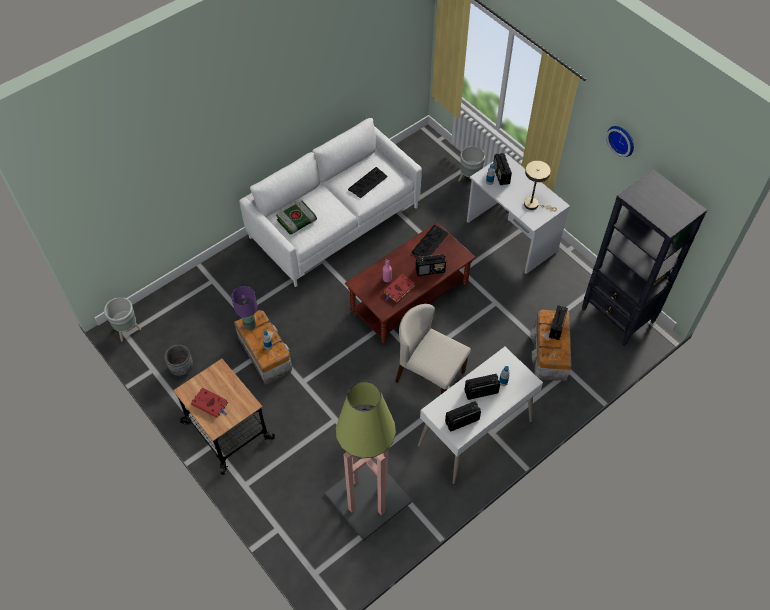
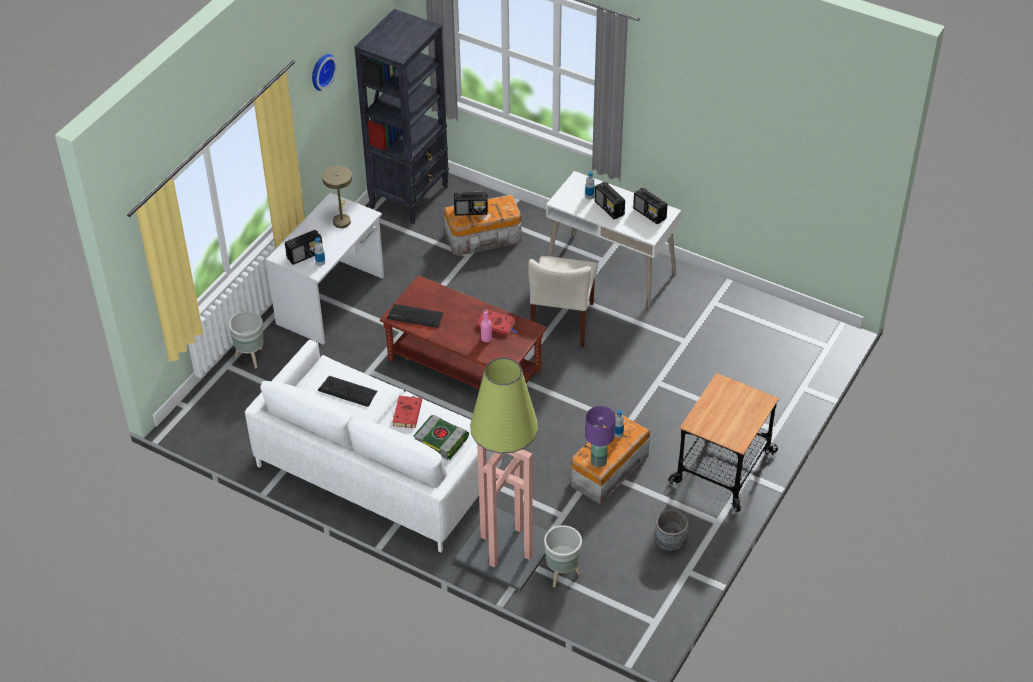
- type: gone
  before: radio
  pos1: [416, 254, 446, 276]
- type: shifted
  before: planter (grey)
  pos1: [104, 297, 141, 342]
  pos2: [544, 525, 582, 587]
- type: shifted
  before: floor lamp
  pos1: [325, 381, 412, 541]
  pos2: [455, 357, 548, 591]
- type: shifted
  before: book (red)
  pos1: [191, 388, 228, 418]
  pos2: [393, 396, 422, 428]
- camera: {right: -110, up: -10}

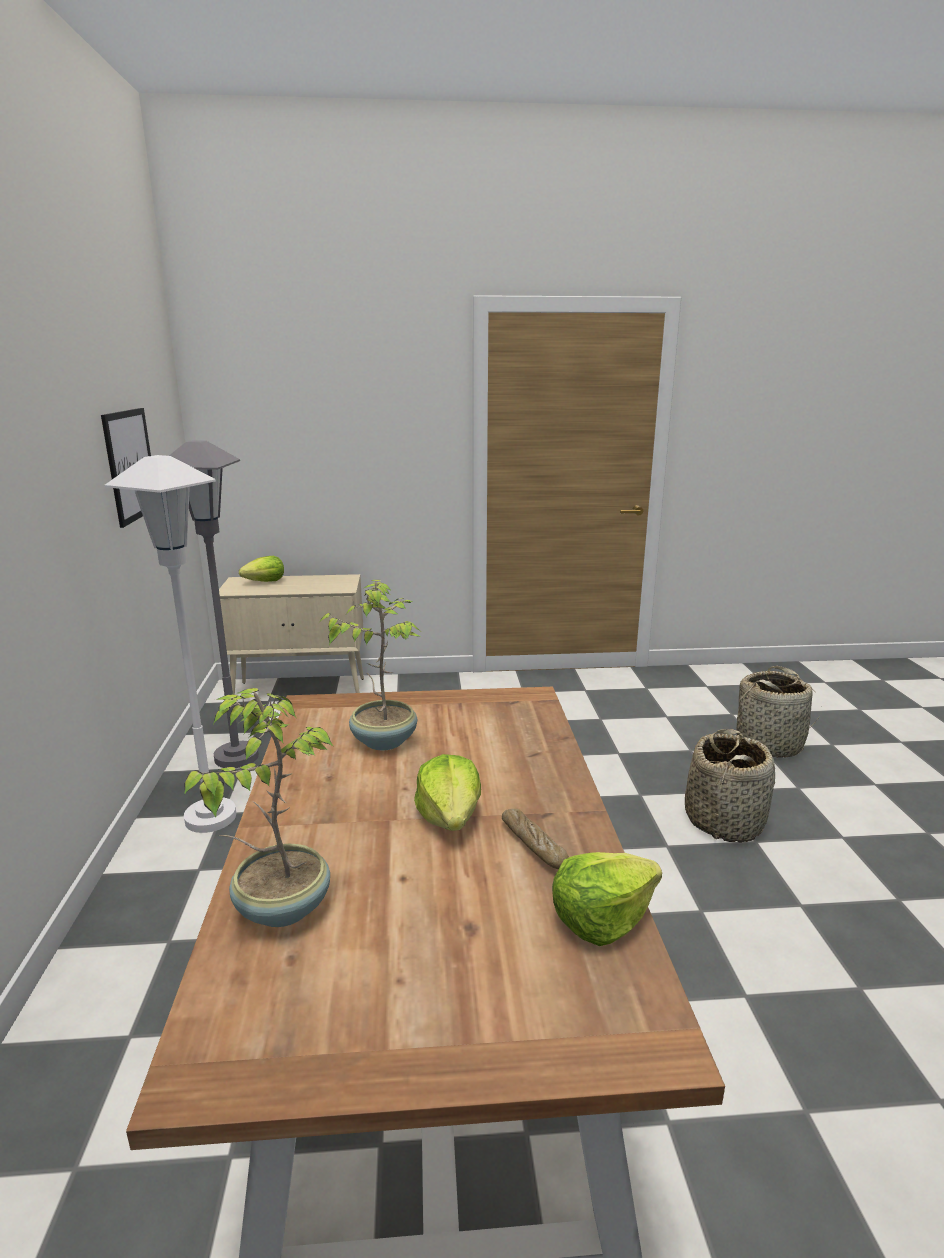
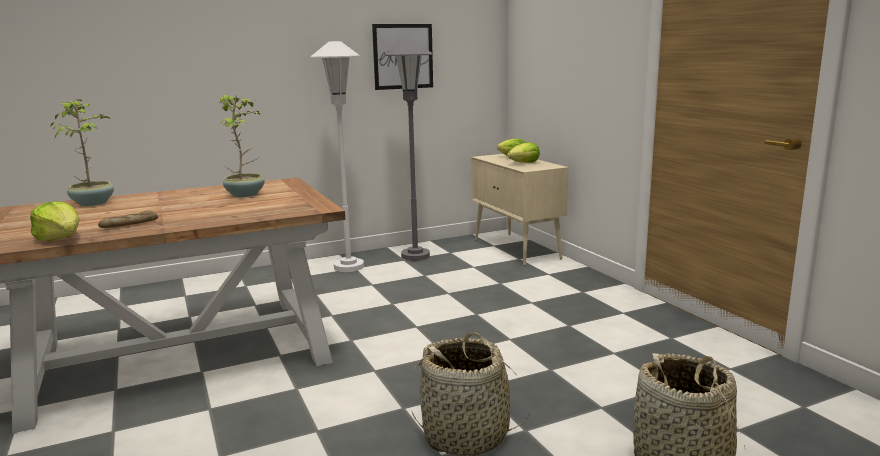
- type: shifted
  before: lettuce
  pos1: [414, 754, 481, 831]
  pos2: [507, 142, 540, 163]
- camera: {right: 70, up: -5}

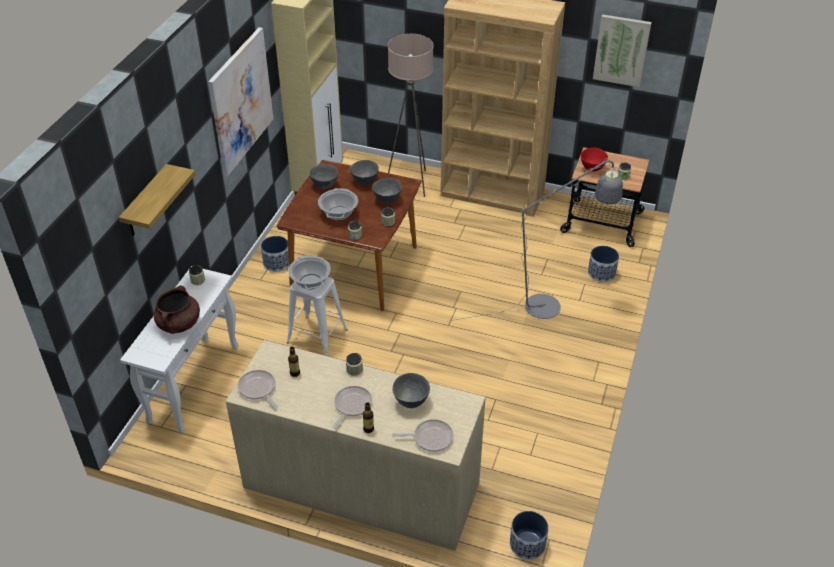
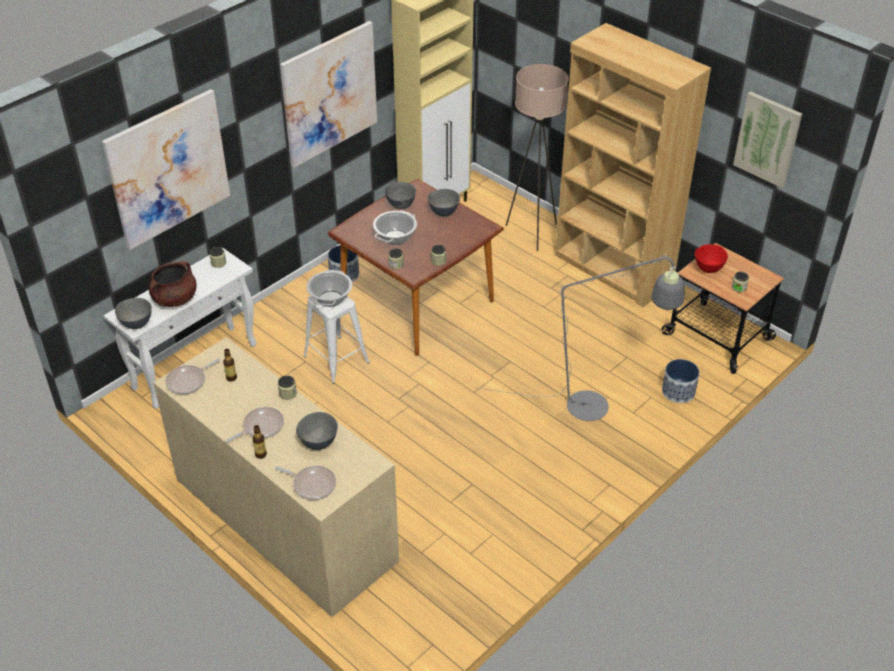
- type: swapped
  before: shelf
  after: picture
  pos1: [119, 164, 196, 236]
  pos2: [102, 89, 230, 250]
- type: shifted
  before: bowl (grey)
  pos1: [372, 178, 402, 203]
  pos2: [115, 298, 152, 329]
- type: rotated
  before: frying pan
  pos1: [238, 370, 278, 408]
  pos2: [165, 358, 220, 394]
  turn: -120
- type: gone
  before: planter
  pos1: [510, 511, 549, 560]
- camera: {right: 25, up: 0}

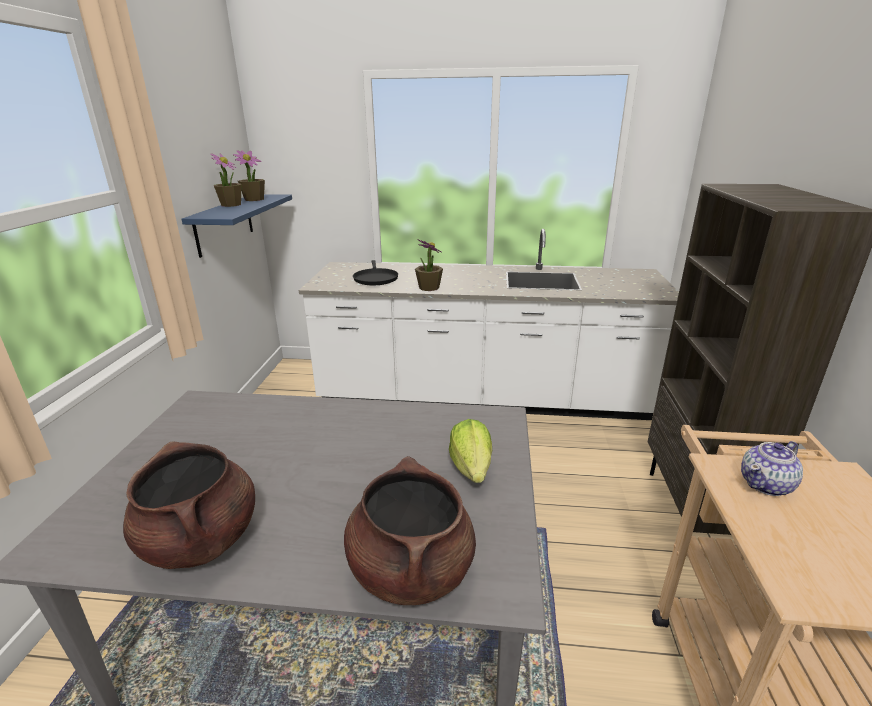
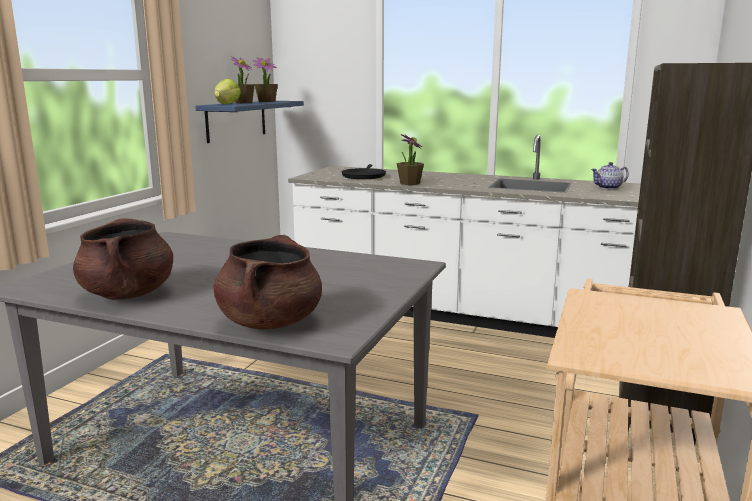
- type: shifted
  before: lettuce
  pos1: [449, 419, 492, 483]
  pos2: [214, 79, 241, 104]
- type: shifted
  before: teapot
  pos1: [741, 441, 803, 496]
  pos2: [591, 162, 629, 189]
- camera: {right: 15, up: -10}

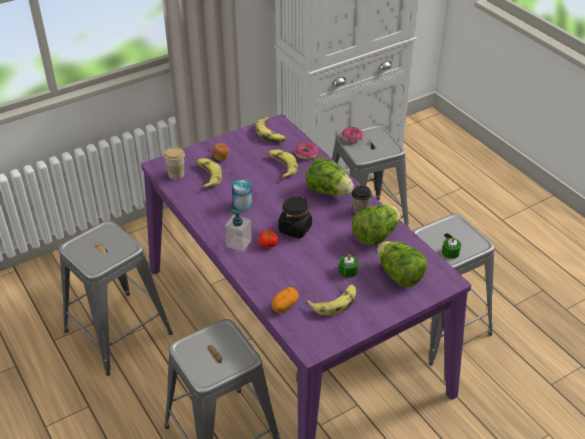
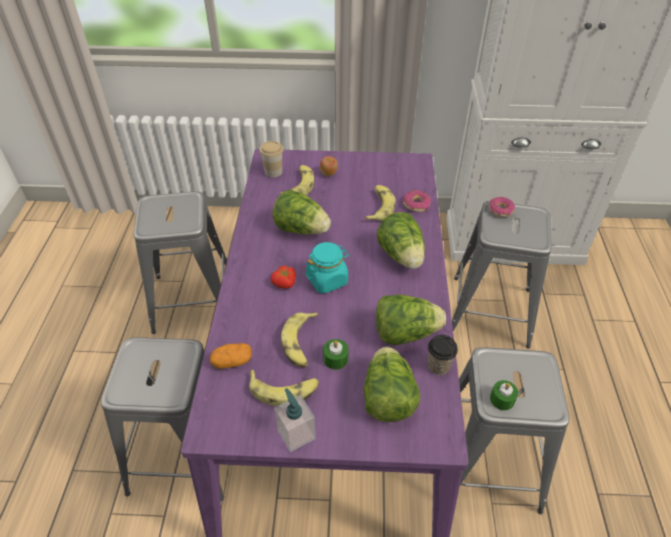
- type: shifted
  before: banana
  pos1: [256, 117, 286, 143]
  pos2: [281, 312, 318, 367]
- type: swapped
  before: can
  after: lettuce
  pos1: [232, 179, 252, 211]
  pos2: [272, 190, 331, 234]
- type: shifted
  before: cup
  pos1: [351, 185, 372, 214]
  pos2: [428, 335, 458, 375]
- type: repainted
  before: jar (black)
  after: jar (turquoise)
  pos1: [278, 197, 312, 238]
  pos2: [305, 242, 349, 294]
- type: shifted
  before: soap dispenser
  pos1: [225, 208, 252, 252]
  pos2: [274, 388, 316, 452]
- camera: {right: 35, up: 5}

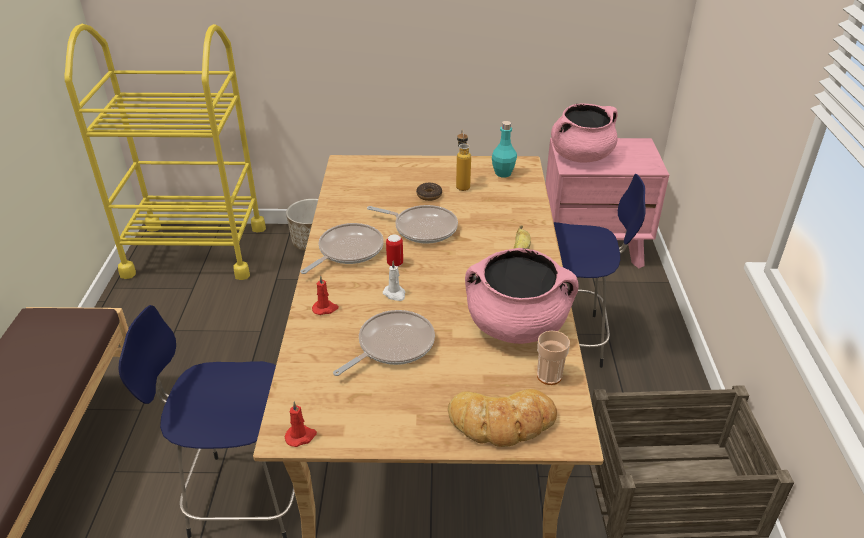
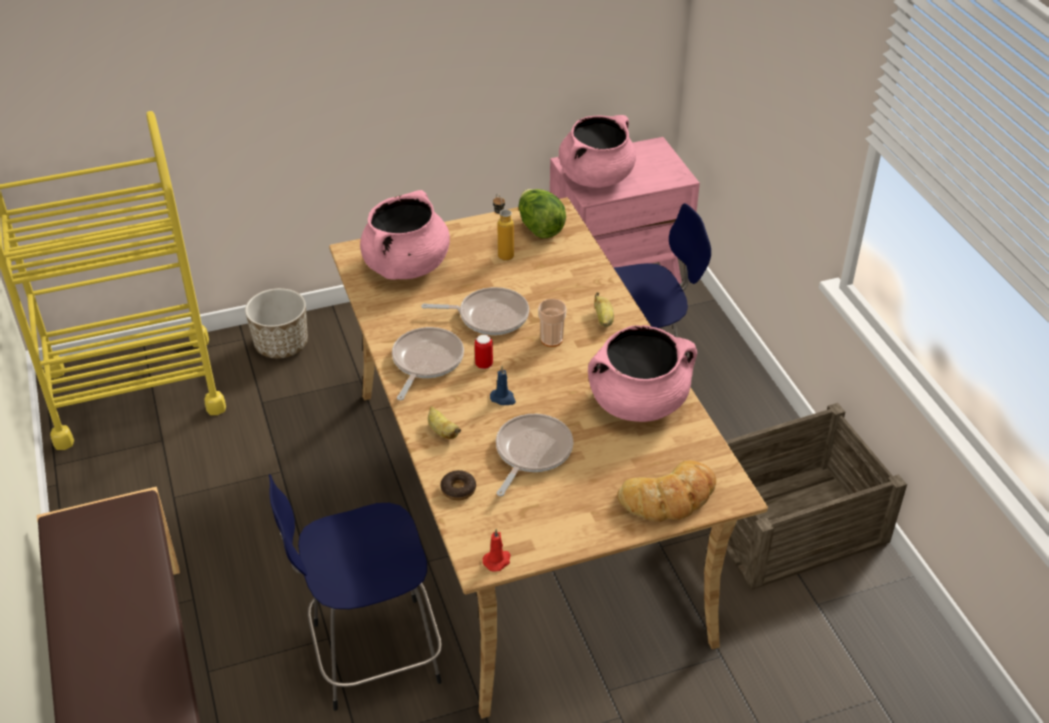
- type: swapped
  before: bottle (turquoise)
  after: lettuce
  pos1: [492, 121, 517, 178]
  pos2: [518, 189, 566, 238]
- type: shifted
  before: donut
  pos1: [416, 183, 442, 201]
  pos2: [440, 470, 476, 500]
- type: repainted
  before: candle (white)
  after: candle (blue)
  pos1: [383, 261, 405, 301]
  pos2: [490, 366, 516, 405]
- type: swapped
  before: candle (red)
  after: banana
  pos1: [312, 275, 339, 315]
  pos2: [428, 406, 461, 439]
- type: shifted
  before: cup
  pos1: [537, 331, 570, 385]
  pos2: [538, 299, 566, 347]
- type: new
  after: cooking pot (pink)
  pos2: [360, 190, 450, 280]
- camera: {right: -20, up: 5}

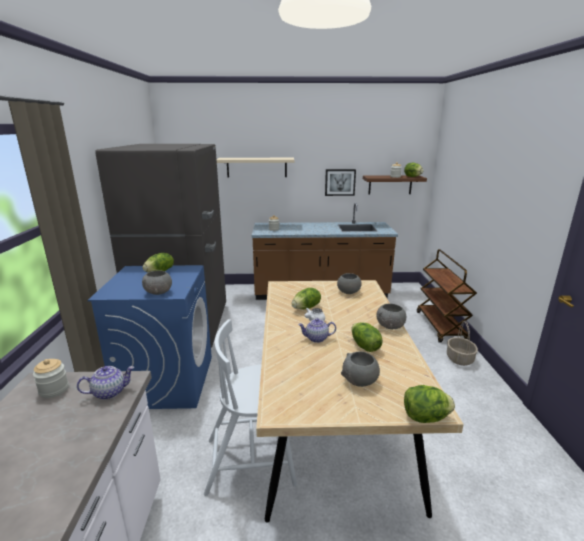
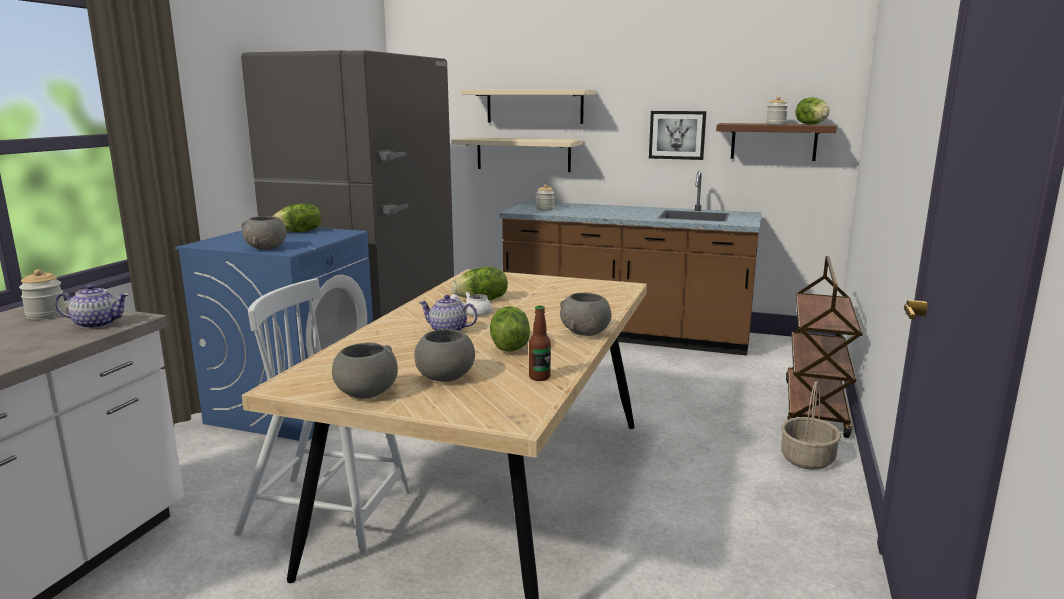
- type: shifted
  before: bowl (grey)
  pos1: [337, 273, 362, 294]
  pos2: [332, 343, 398, 399]
- type: gone
  before: lettuce
  pos1: [404, 385, 455, 423]
- type: new
  after: shelf (beige)
  pos2: [451, 137, 583, 172]
- type: new
  after: bottle
  pos2: [529, 306, 551, 381]
- camera: {right: 20, up: -5}

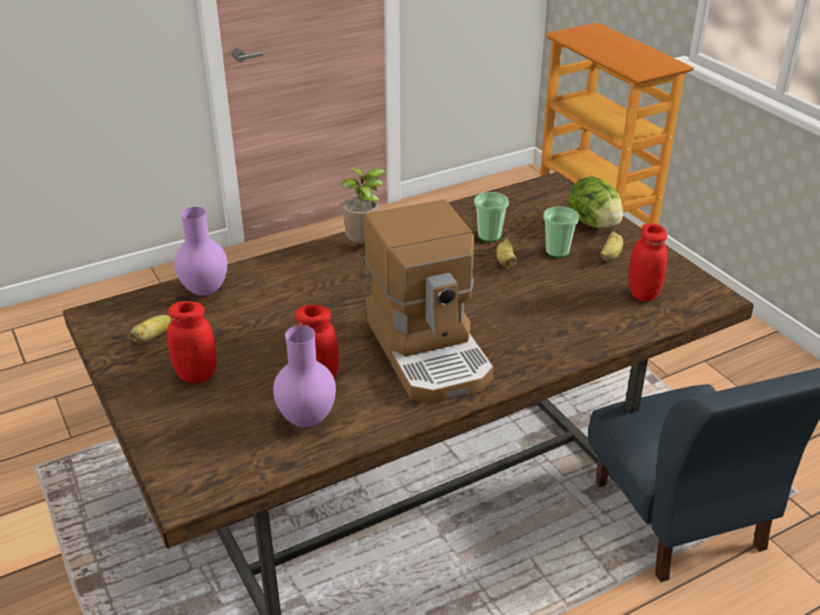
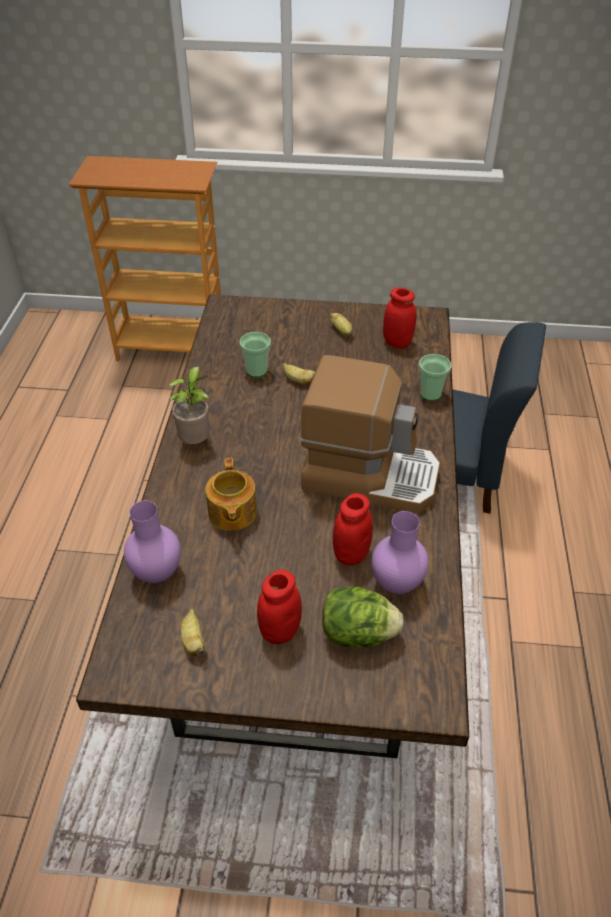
- type: shifted
  before: lettuce
  pos1: [568, 176, 623, 228]
  pos2: [322, 587, 404, 648]
- type: shifted
  before: cup
  pos1: [543, 206, 579, 258]
  pos2: [419, 354, 451, 401]
- type: new
  after: teapot
  pos2: [205, 458, 257, 531]
- camera: {right: -55, up: 10}

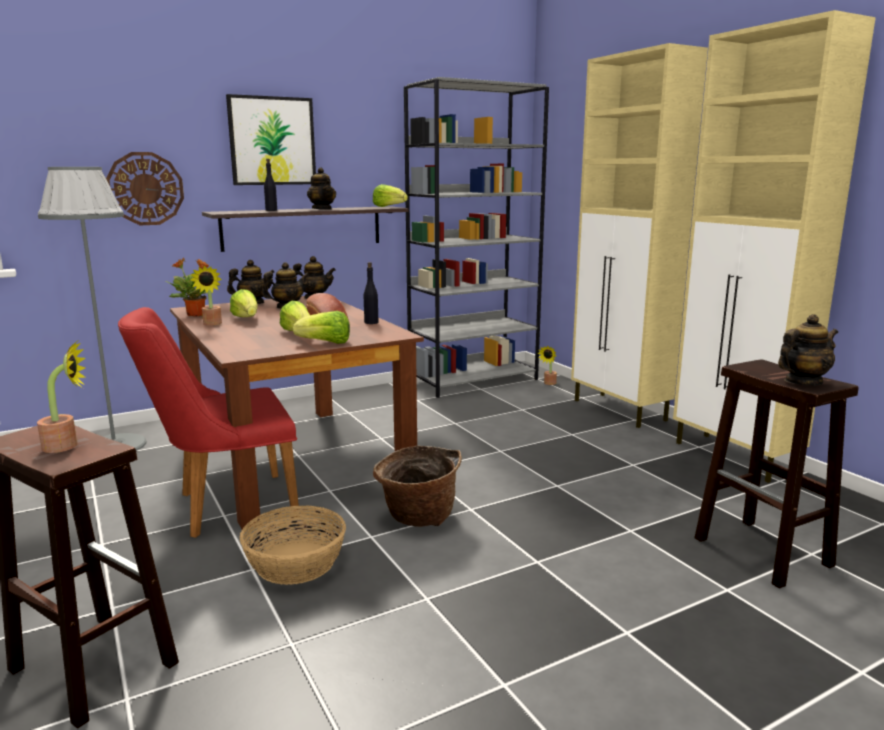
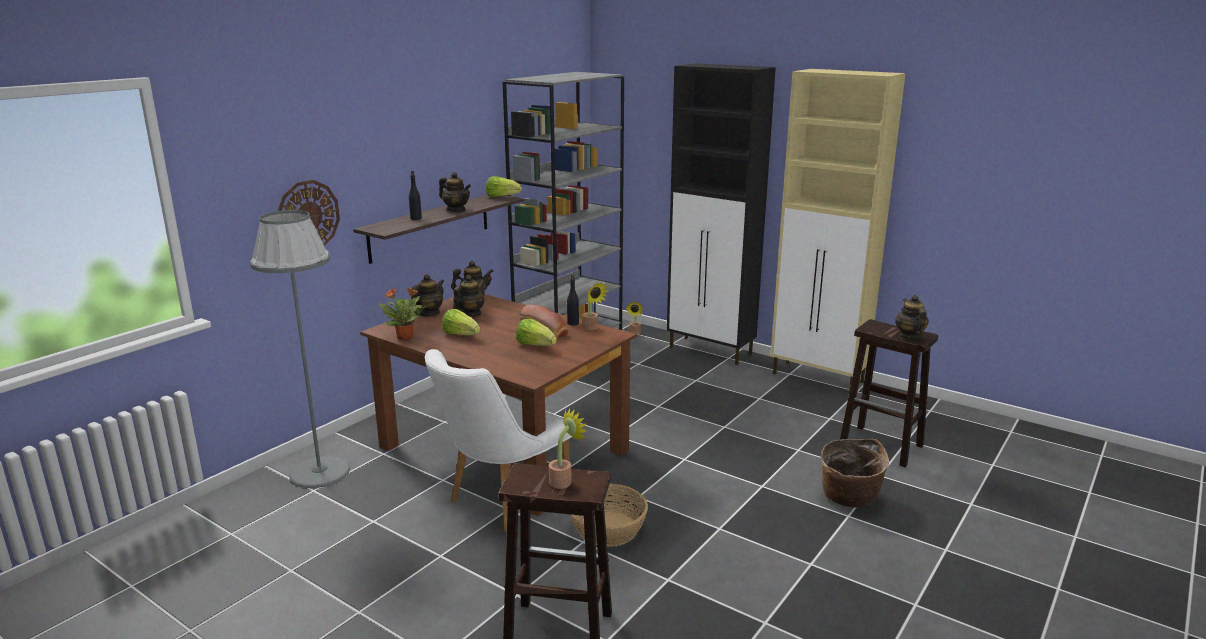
- type: repainted
  before: cabinet (beige)
  after: cabinet (black)
  pos1: [571, 43, 708, 428]
  pos2: [667, 63, 776, 365]
- type: gone
  before: picture
  pos1: [226, 94, 316, 185]
- type: shifted
  before: potted plant
  pos1: [190, 265, 222, 326]
  pos2: [582, 282, 609, 331]
- type: repainted
  before: chair (red)
  after: chair (white)
  pos1: [118, 307, 300, 538]
  pos2: [425, 349, 572, 532]
- type: gone
  before: lettuce
  pos1: [293, 311, 350, 344]
- type: rotated
  before: teapot
  pos1: [778, 314, 838, 385]
  pos2: [895, 295, 929, 340]
  turn: -45
- type: shifted
  before: basket
  pos1: [373, 446, 462, 527]
  pos2: [821, 439, 889, 507]
- camera: {right: -25, up: 5}

